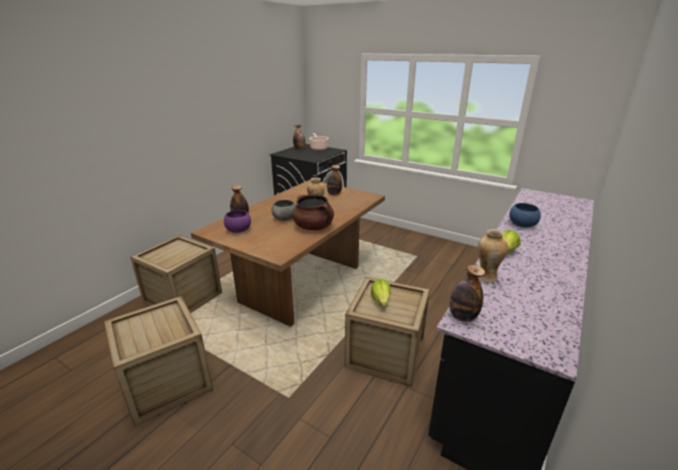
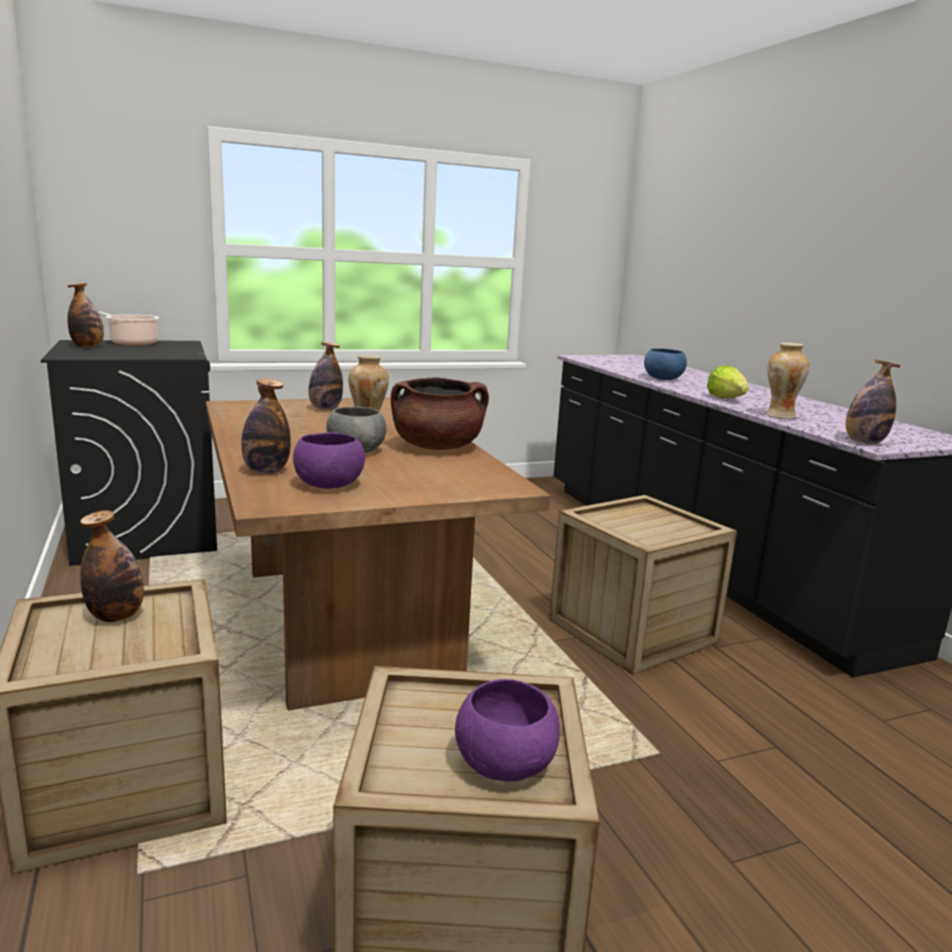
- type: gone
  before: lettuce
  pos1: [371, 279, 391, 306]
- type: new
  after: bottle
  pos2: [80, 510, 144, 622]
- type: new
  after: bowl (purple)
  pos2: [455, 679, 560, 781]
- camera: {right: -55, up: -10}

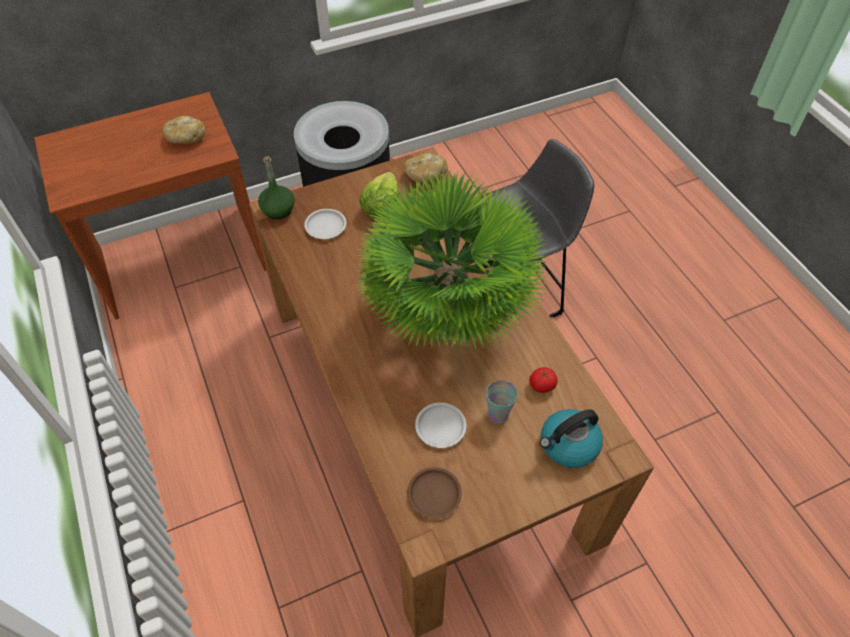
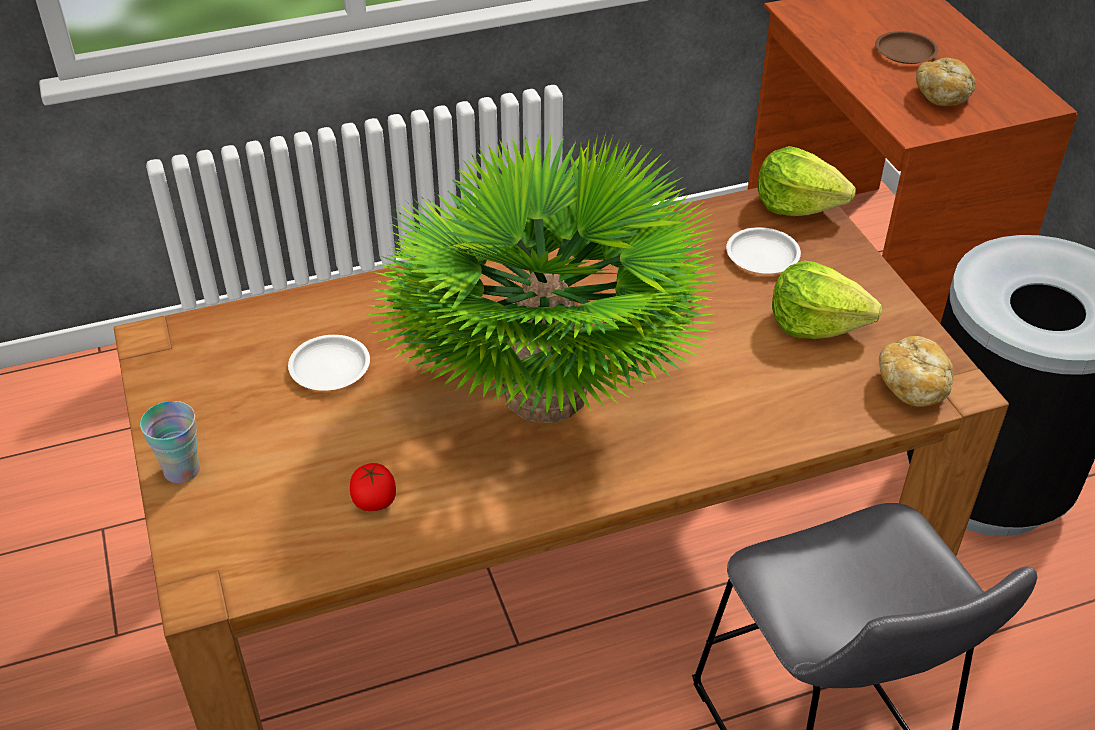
- type: swapped
  before: bottle (green)
  after: lettuce
  pos1: [258, 156, 295, 219]
  pos2: [757, 146, 856, 216]
- type: shifted
  before: cup
  pos1: [486, 380, 518, 423]
  pos2: [140, 401, 200, 483]
- type: gone
  before: kettle
  pos1: [540, 409, 603, 468]
- type: shifted
  before: plate (brown)
  pos1: [407, 467, 462, 519]
  pos2: [875, 31, 938, 64]
- camera: {right: 95, up: -10}

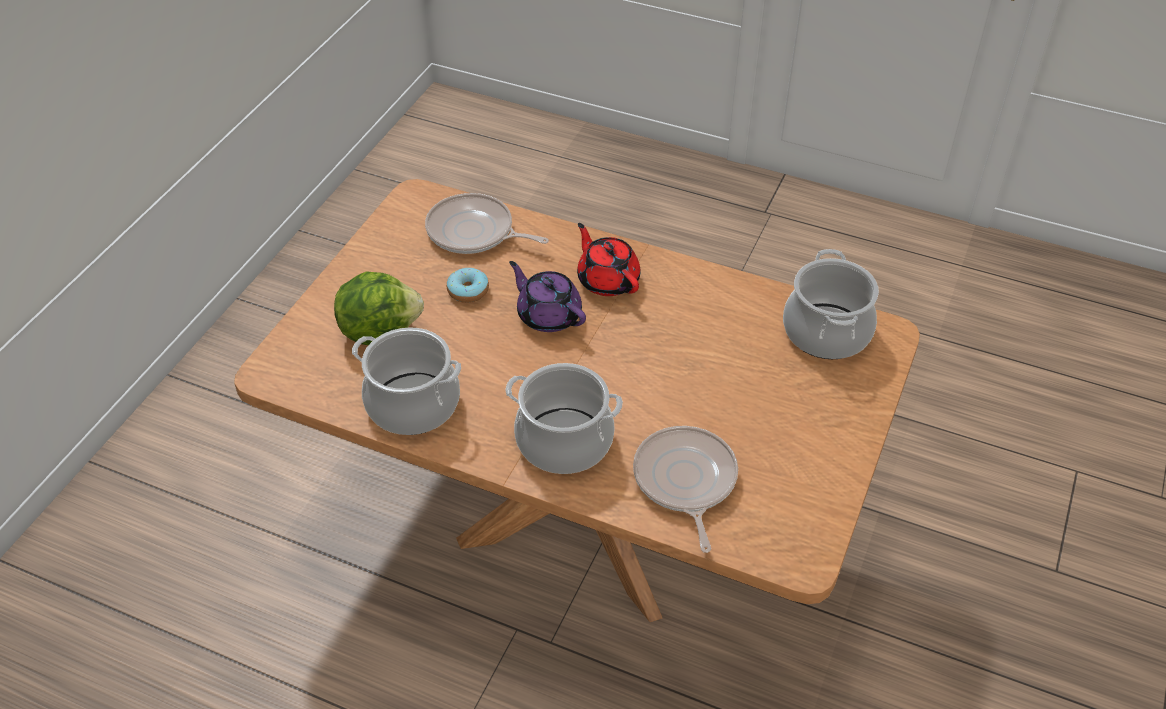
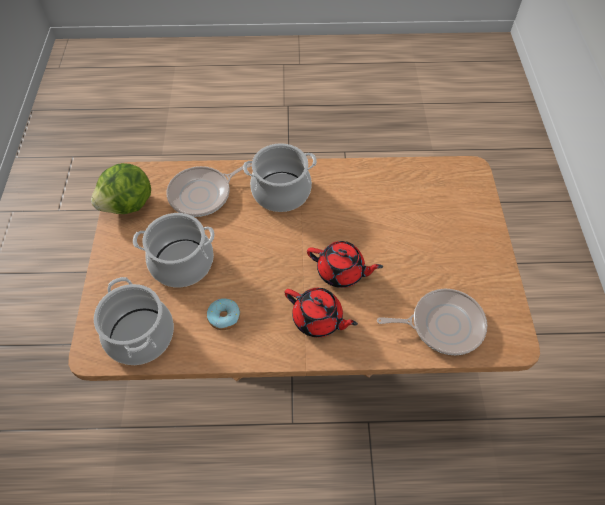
- type: repainted
  before: teapot (purple)
  after: teapot (red)
  pos1: [509, 261, 586, 332]
  pos2: [307, 241, 383, 288]
- type: shifted
  before: donut
  pos1: [447, 268, 489, 303]
  pos2: [207, 298, 240, 330]
- type: shifted
  before: lettuce
  pos1: [334, 271, 424, 345]
  pos2: [91, 163, 151, 214]
- type: shifted
  before: cooking pot
  pos1: [352, 327, 461, 435]
  pos2: [133, 213, 214, 288]
- type: rotated
  before: frying pan
  pos1: [633, 426, 738, 553]
  pos2: [166, 163, 252, 217]
  turn: 90
- camera: {right: 155, up: 10}

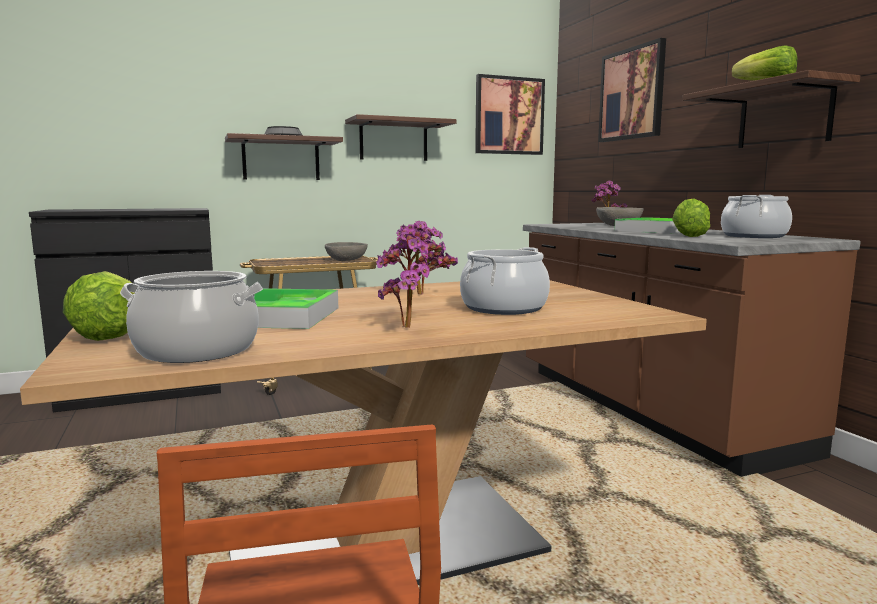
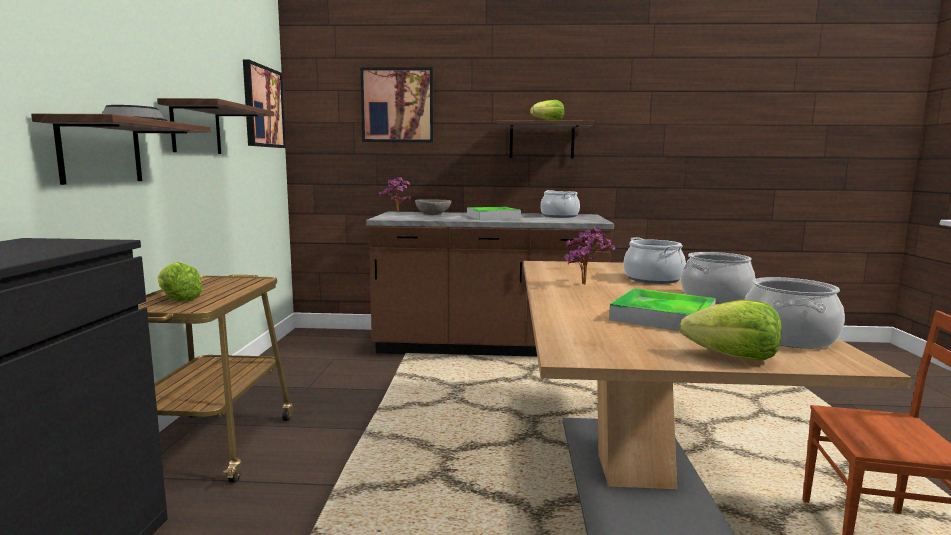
- type: shifted
  before: lettuce
  pos1: [672, 198, 710, 237]
  pos2: [157, 262, 203, 302]
- type: swapped
  before: potted plant
  after: cooking pot
  pos1: [376, 230, 458, 328]
  pos2: [681, 252, 755, 303]
- type: gone
  before: bowl (grey)
  pos1: [325, 242, 368, 261]
- camera: {right: -65, up: 0}

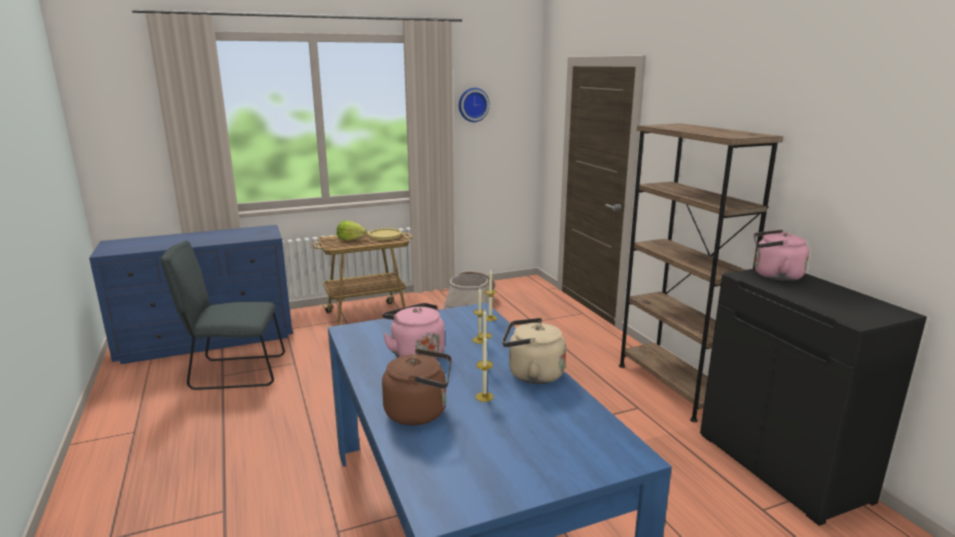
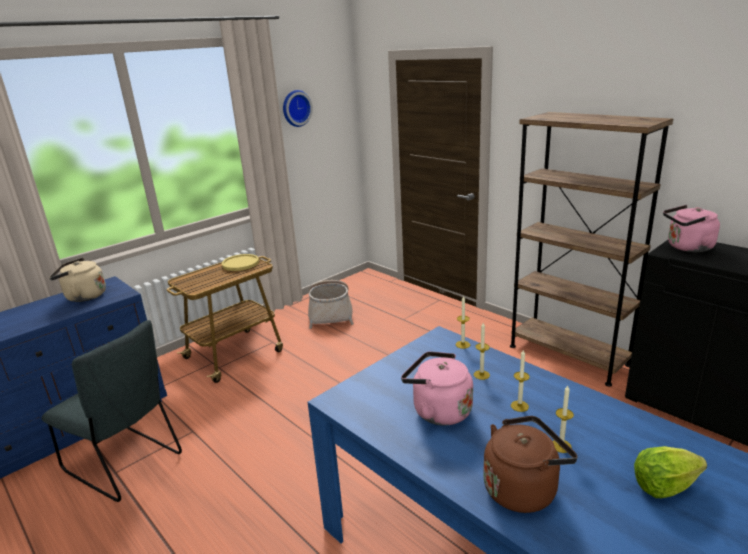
- type: shifted
  before: lettuce
  pos1: [337, 221, 367, 240]
  pos2: [634, 446, 707, 498]
- type: rotated
  before: chair (grey)
  pos1: [161, 240, 285, 390]
  pos2: [41, 320, 182, 502]
  turn: -120
- type: shifted
  before: kettle (beige)
  pos1: [502, 318, 566, 384]
  pos2: [49, 258, 106, 302]
- camera: {right: -20, up: 5}

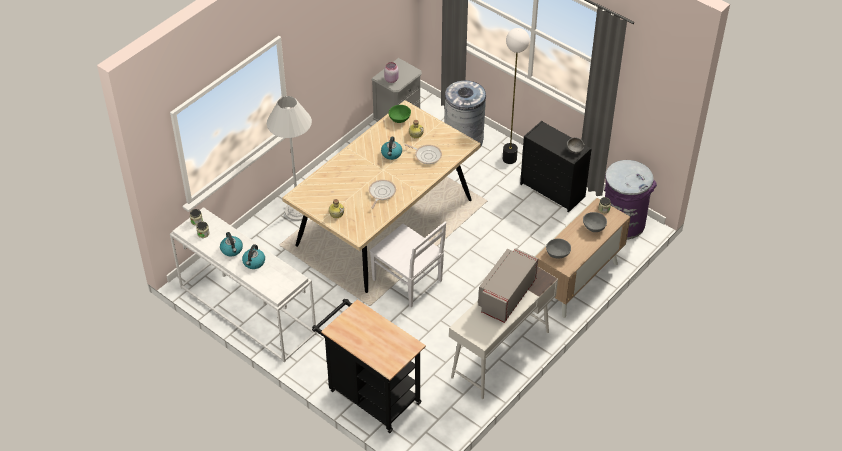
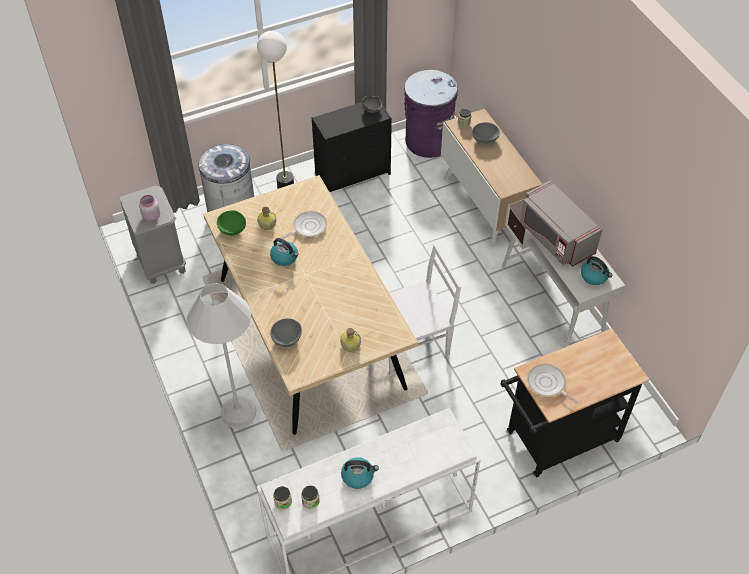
- type: shifted
  before: frying pan
  pos1: [369, 180, 396, 208]
  pos2: [527, 363, 579, 404]
- type: shifted
  before: bowl (grey)
  pos1: [546, 239, 571, 259]
  pos2: [270, 318, 302, 347]
- type: shifted
  before: kettle
  pos1: [242, 244, 265, 269]
  pos2: [581, 256, 612, 285]
- camera: {right: -65, up: 5}

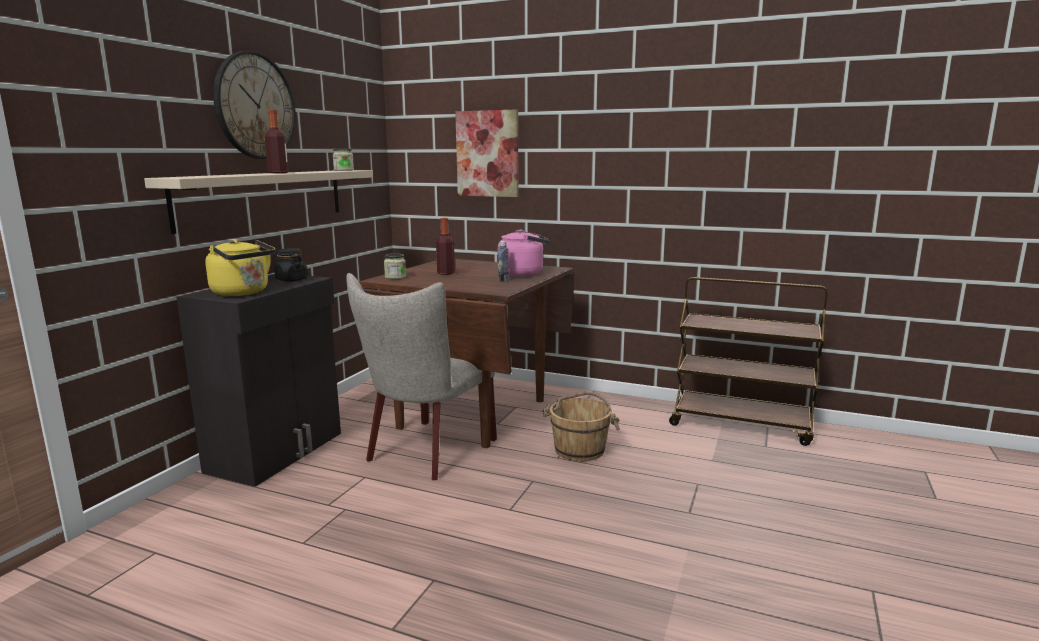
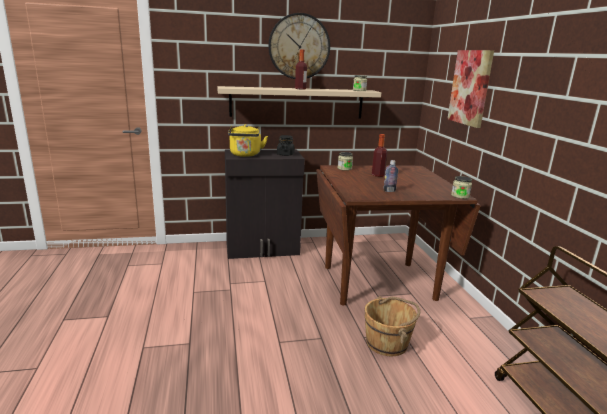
- type: gone
  before: kettle (pink)
  pos1: [498, 230, 550, 277]
- type: gone
  before: chair (beige)
  pos1: [346, 273, 497, 480]
- type: new
  after: jar
  pos2: [451, 176, 472, 199]
- camera: {right: 55, up: 5}

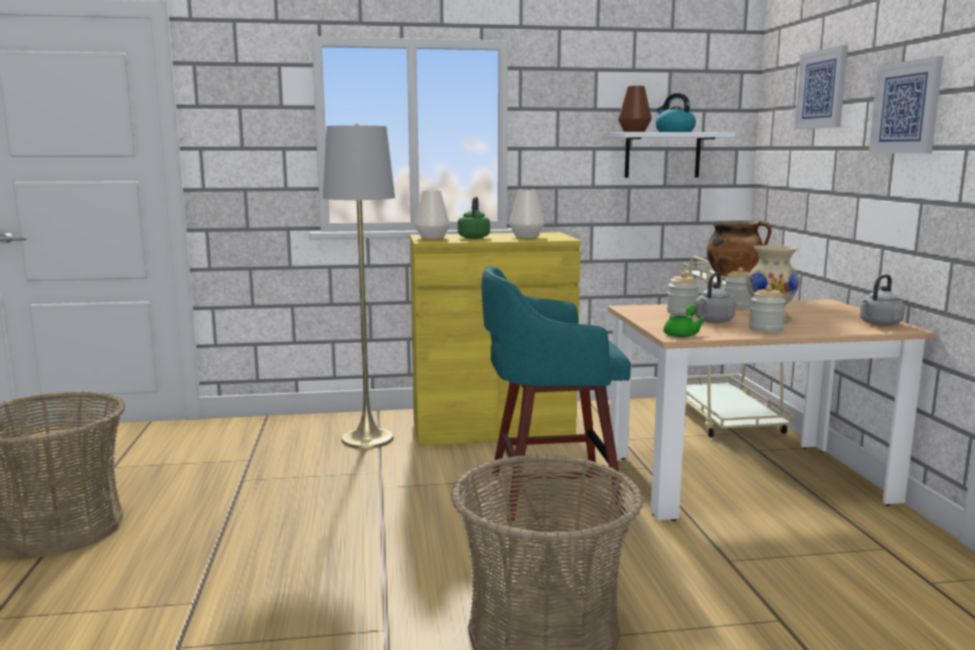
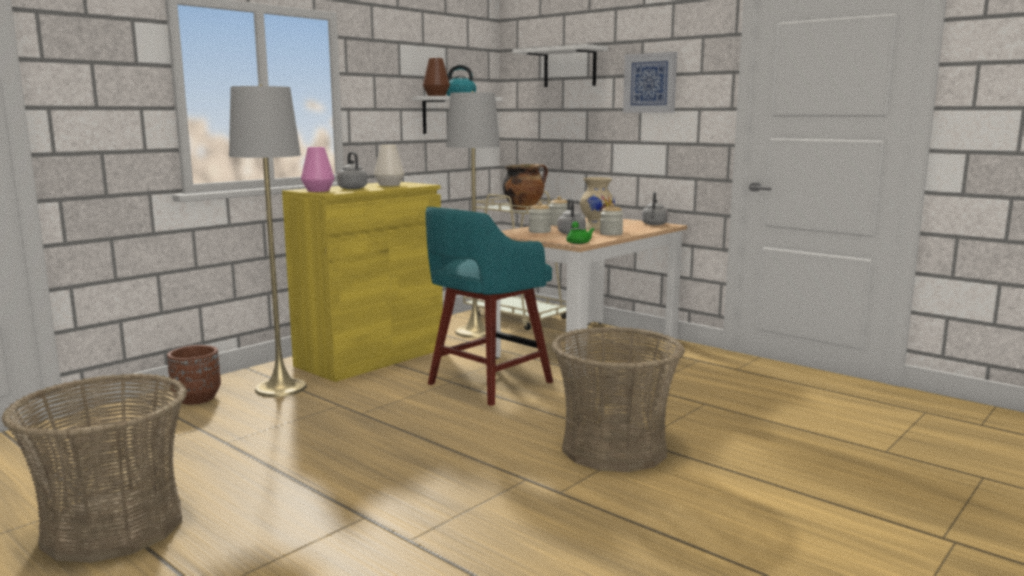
- type: swapped
  before: picture
  after: shelf (white)
  pos1: [794, 45, 848, 129]
  pos2: [512, 44, 608, 87]
- type: repainted
  before: vase (white)
  after: vase (pink)
  pos1: [414, 190, 450, 239]
  pos2: [301, 147, 335, 192]
- type: repainted
  before: kettle (green)
  after: kettle (grey)
  pos1: [458, 197, 490, 239]
  pos2: [337, 152, 367, 189]
- type: new
  after: floor lamp (grey)
  pos2: [446, 91, 500, 338]
- type: new
  after: planter (brown)
  pos2: [167, 345, 221, 405]
- camera: {right: -40, up: 0}

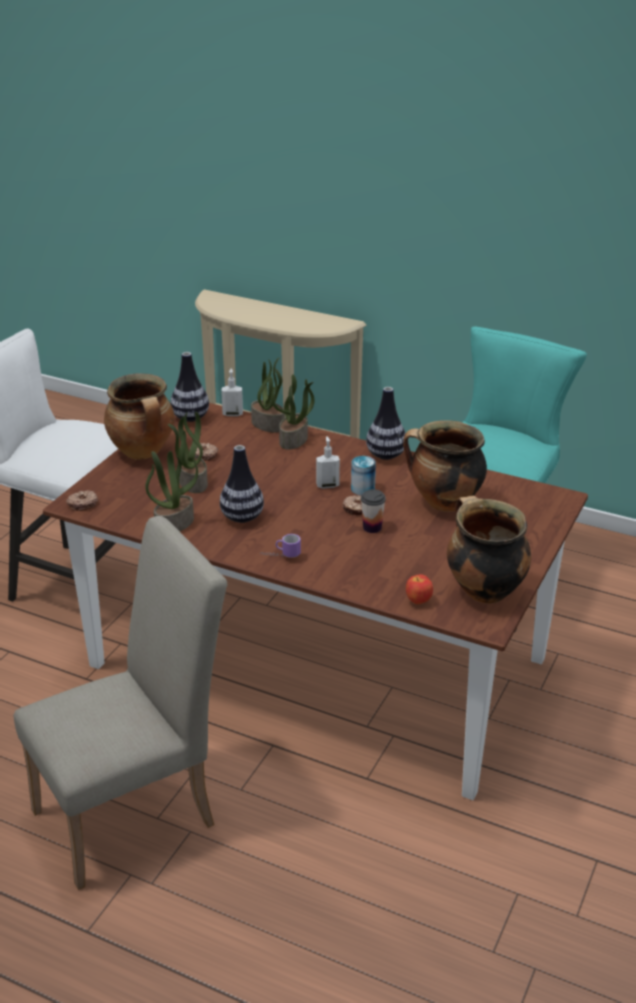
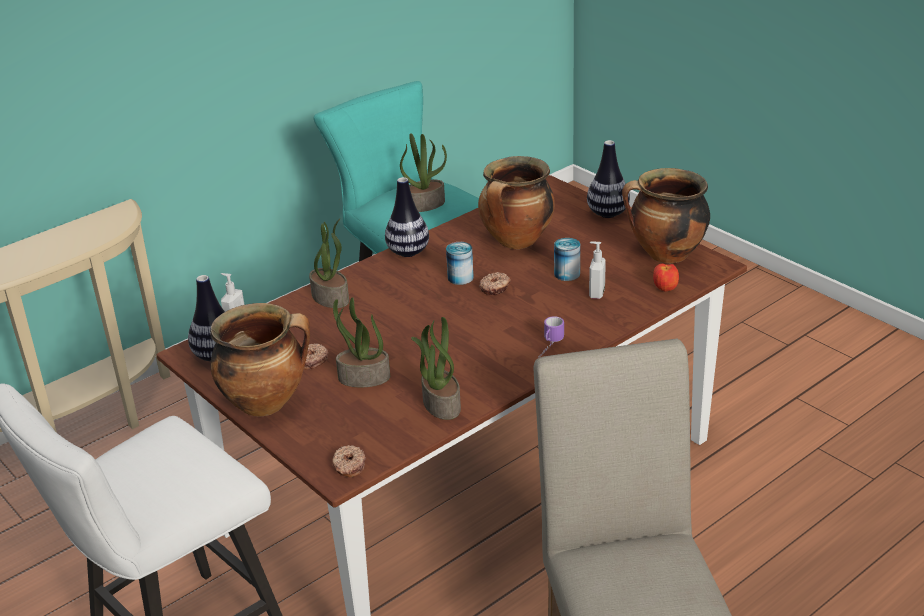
- type: shifted
  before: potted plant
  pos1: [251, 357, 285, 433]
  pos2: [400, 133, 447, 212]
- type: shifted
  before: soap dispenser
  pos1: [316, 436, 340, 489]
  pos2: [589, 242, 606, 299]
- type: shifted
  before: vase
  pos1: [220, 445, 264, 523]
  pos2: [587, 140, 630, 218]
- type: gone
  before: cup
  pos1: [361, 489, 386, 533]
- type: new
  after: can
  pos2: [554, 238, 580, 281]
- camera: {right: -65, up: 0}

